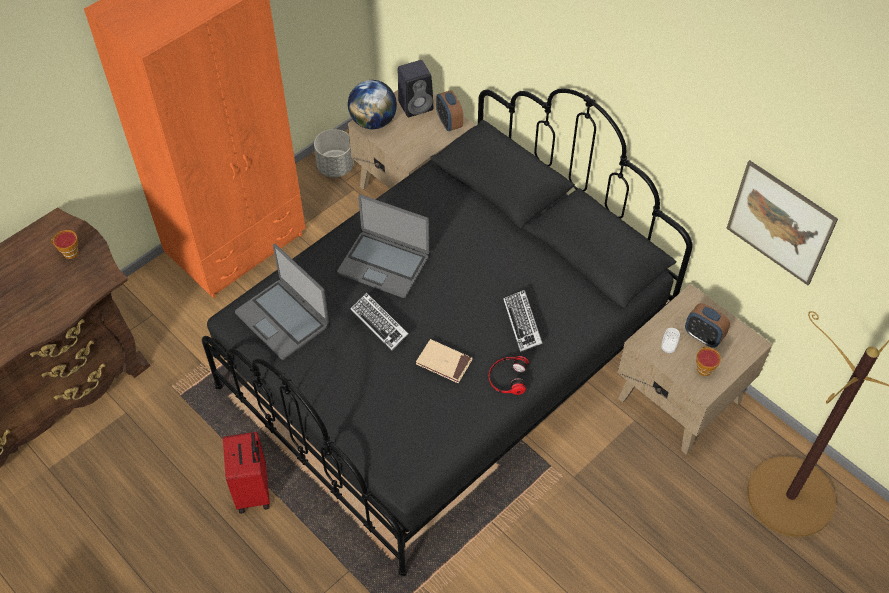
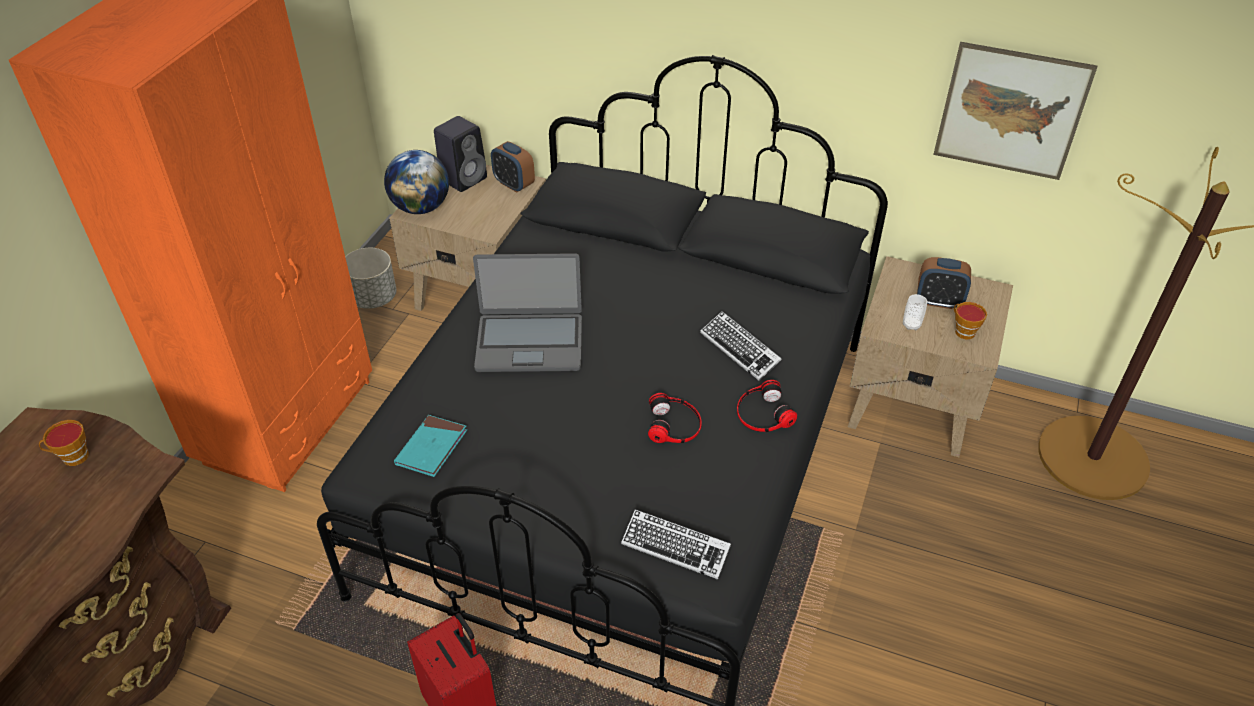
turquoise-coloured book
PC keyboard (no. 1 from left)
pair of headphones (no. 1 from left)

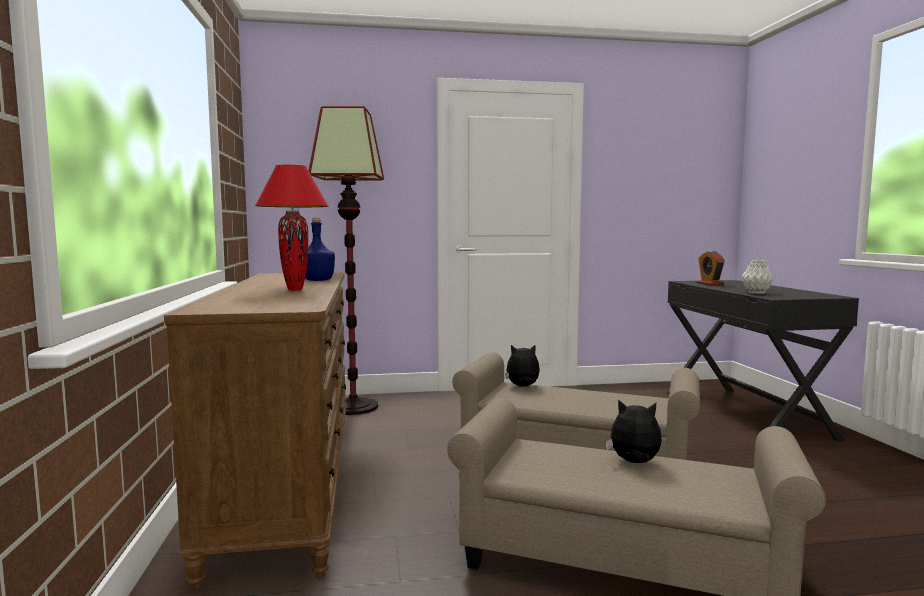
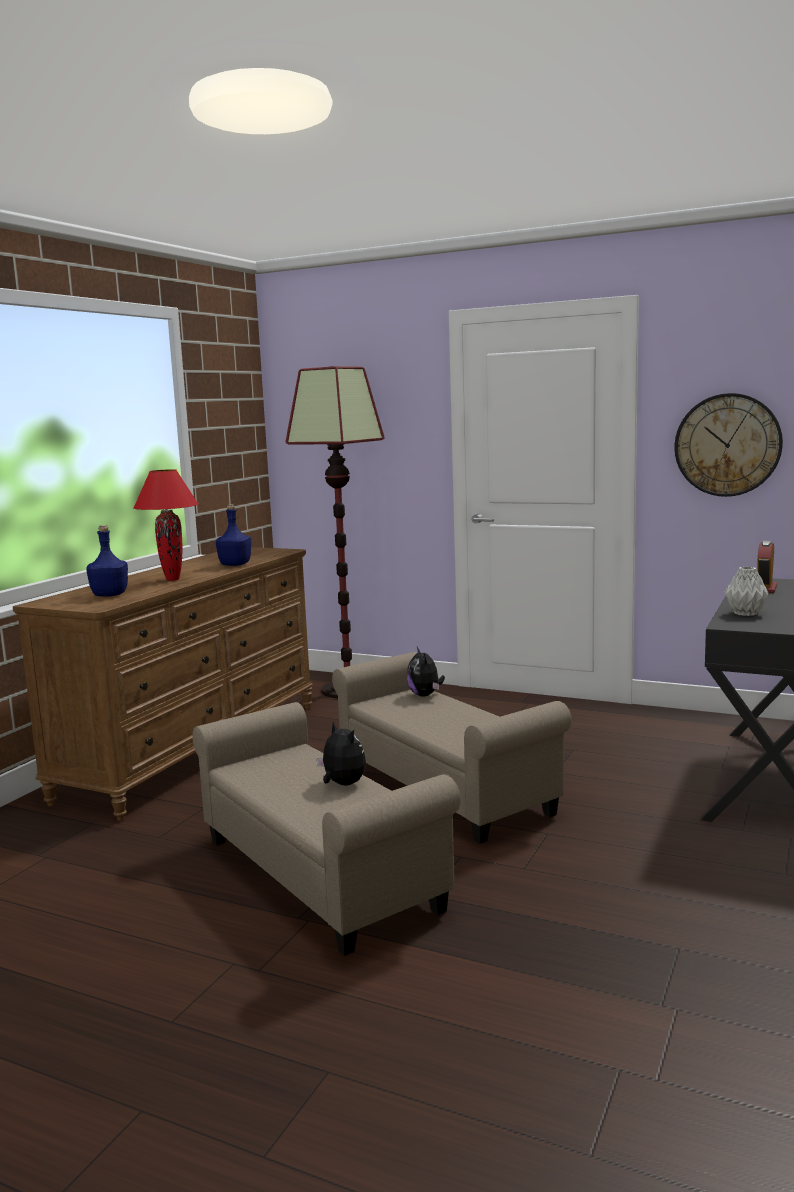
soft toy (no. 2 from left)
blue-coloured bottle (no. 1 from left)
wall clock

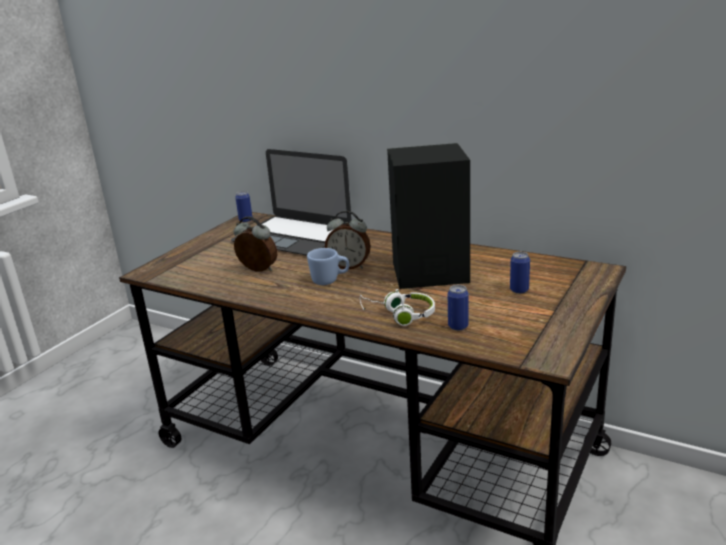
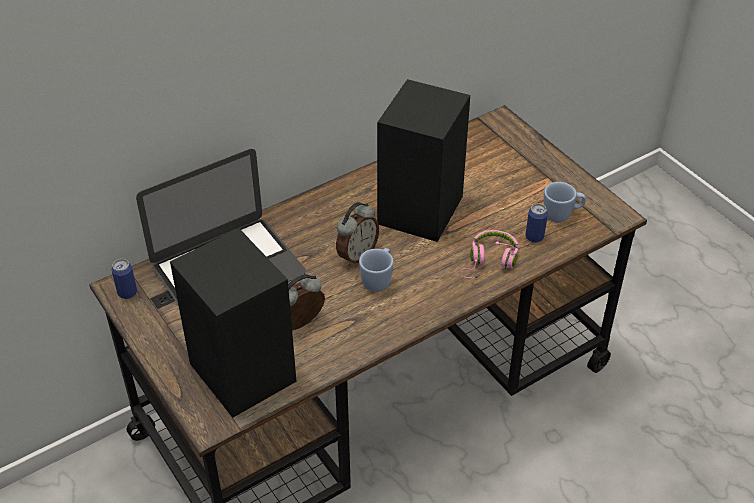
pink pair of headphones
sealed can (no. 3 from left in the first image)
black audio speaker (no. 1 from left)
blue-coloured coffee mug (no. 2 from left)

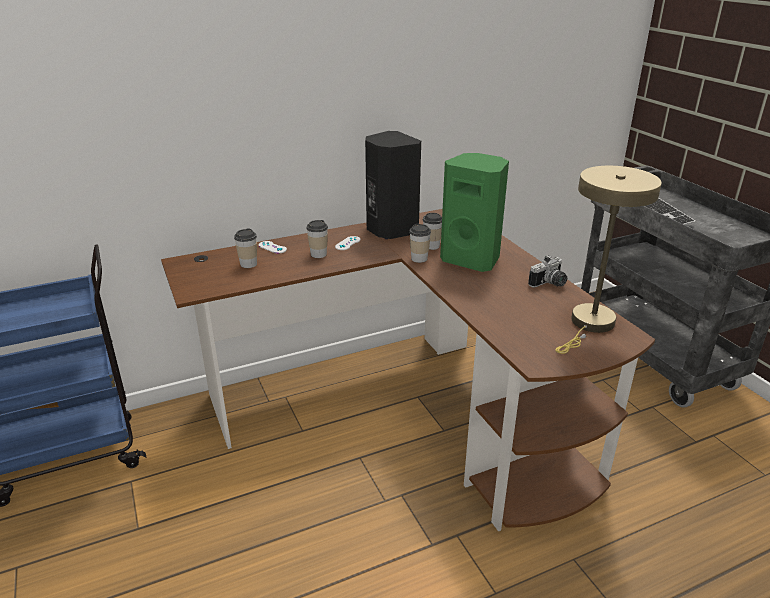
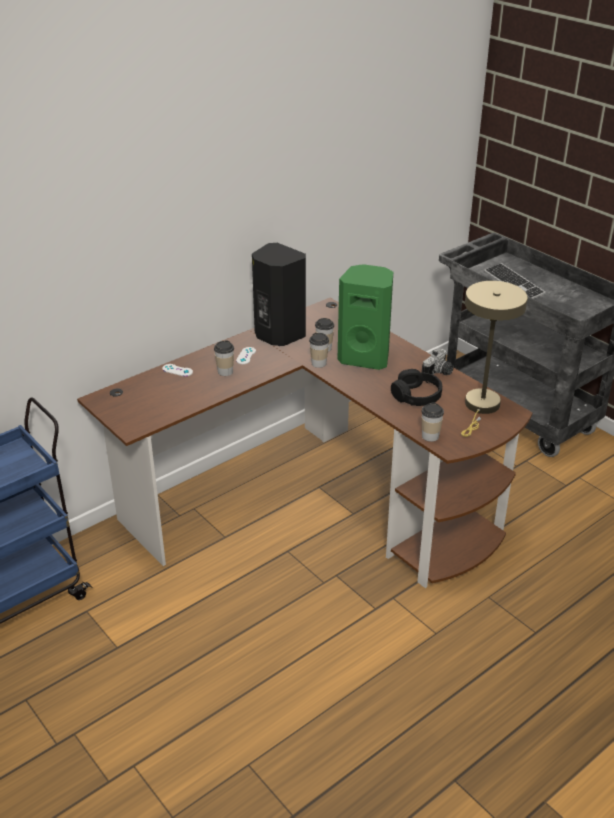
cup (no. 4 from left)
black pair of headphones

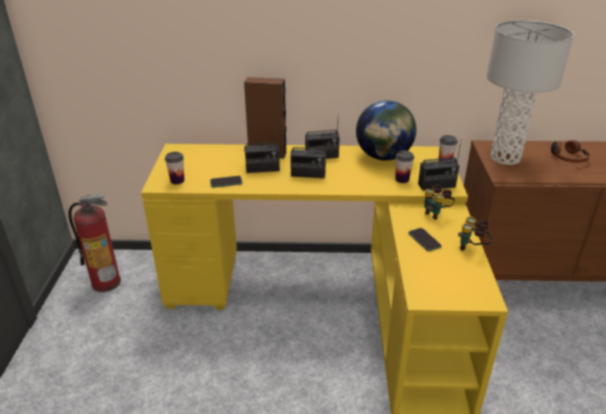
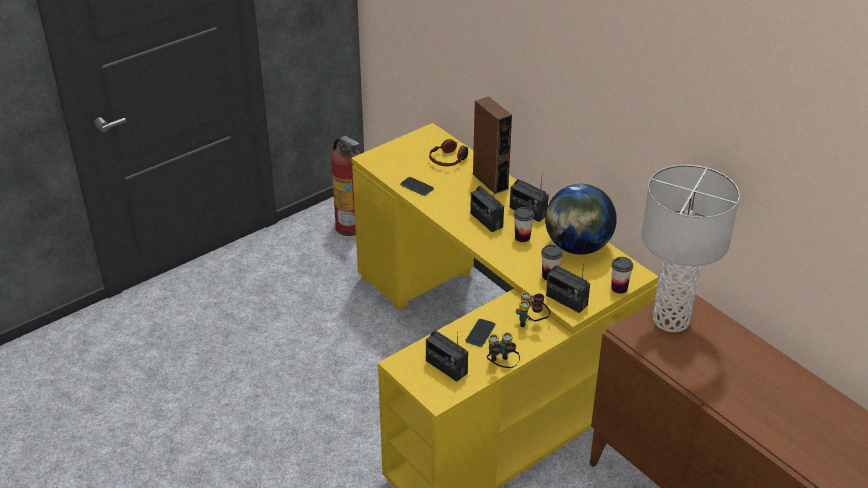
cup (no. 1 from left)
radio set (no. 1 from left)
pair of headphones

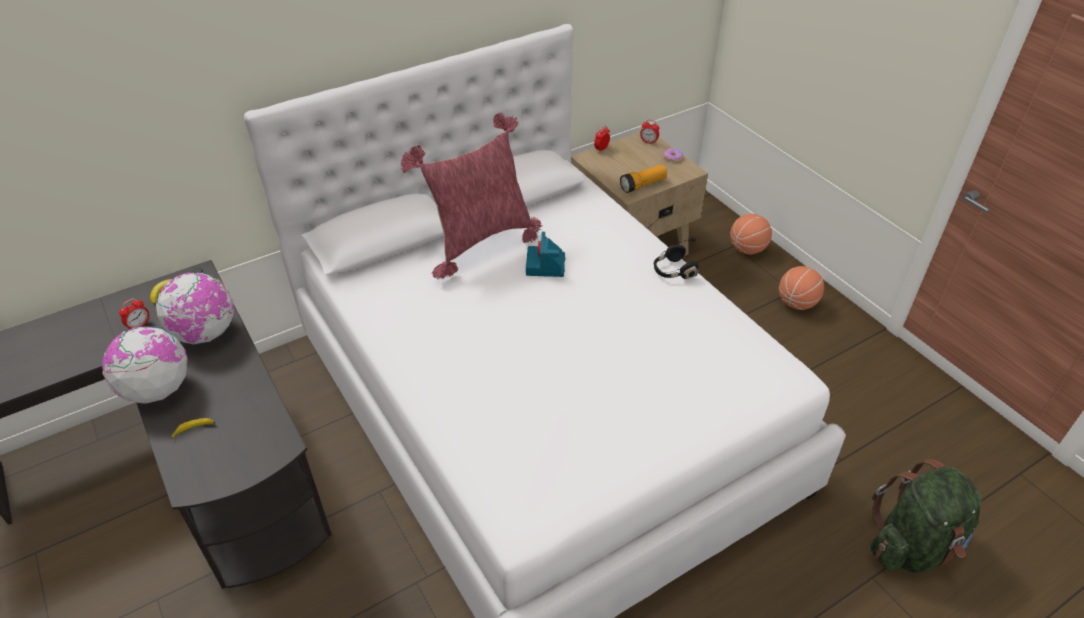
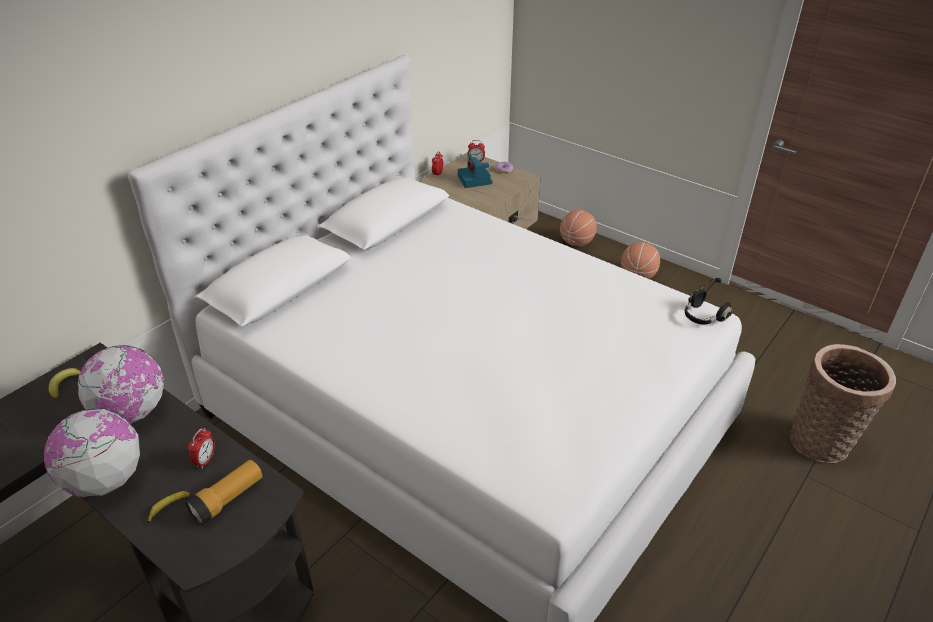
bedside clock (no. 1 from left)
red-coloured throw pillow
photo camera
flashlight
black pair of headphones
household basket

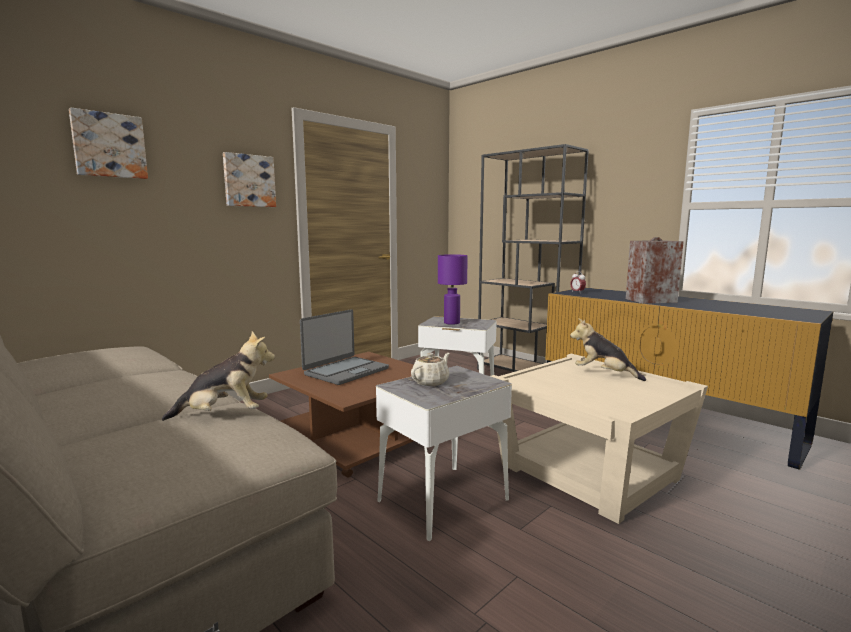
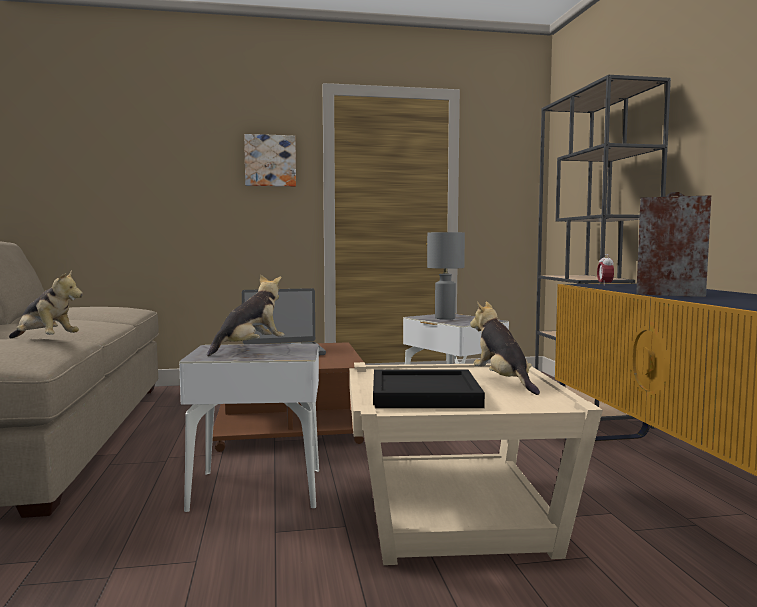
picture (no. 1 from left in the first image)
soft toy (no. 2 from left)
greyish lamp for a table
black tray

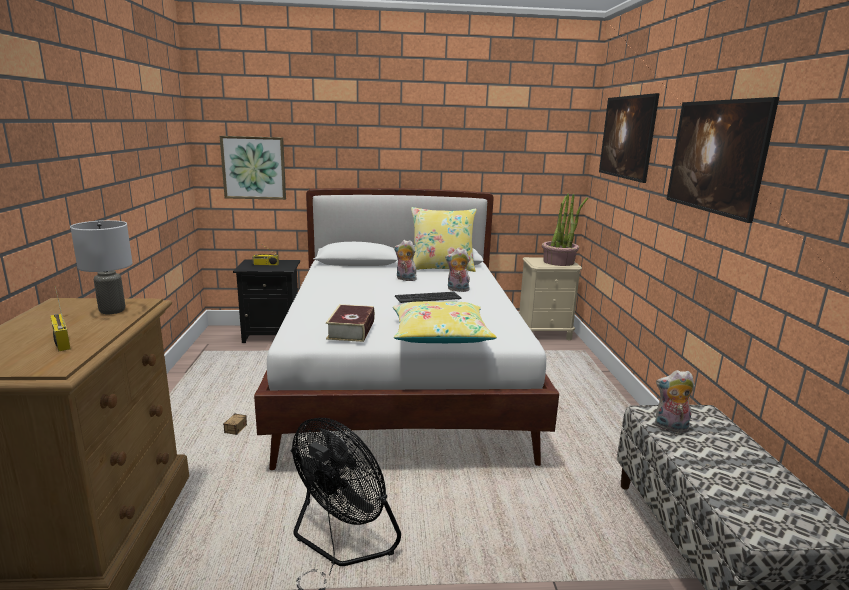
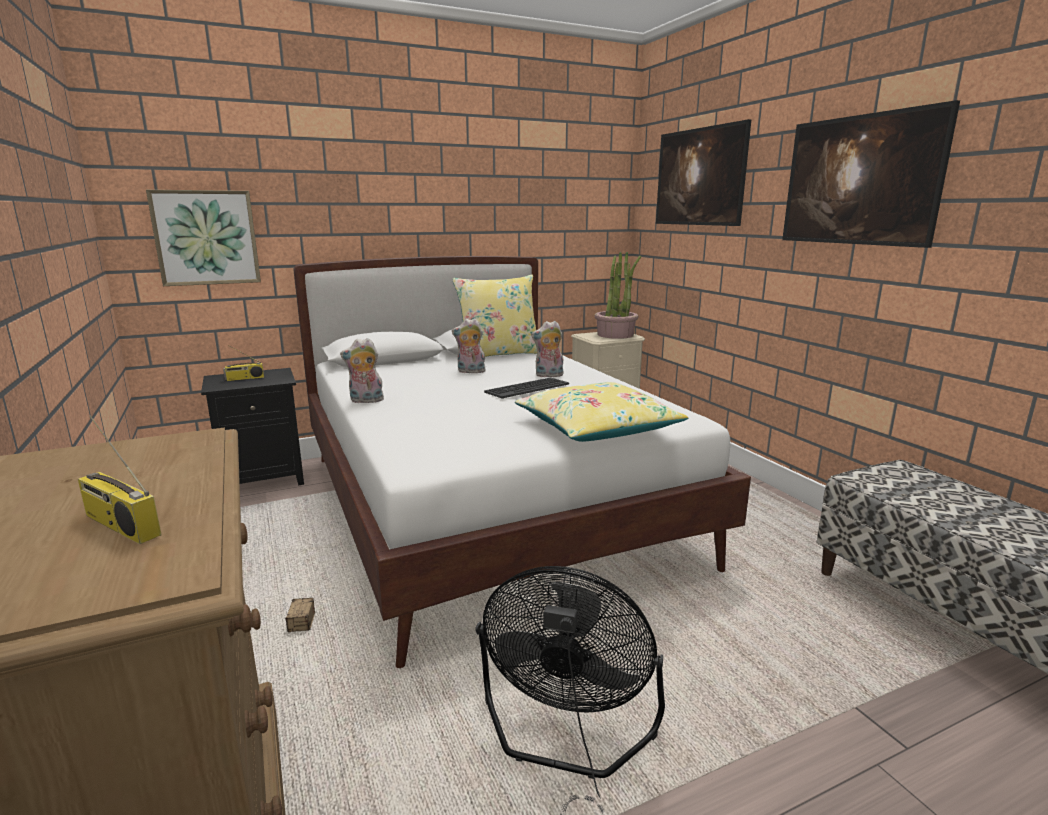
white-coloured lamp for a table
book
soft toy (no. 1 from left)

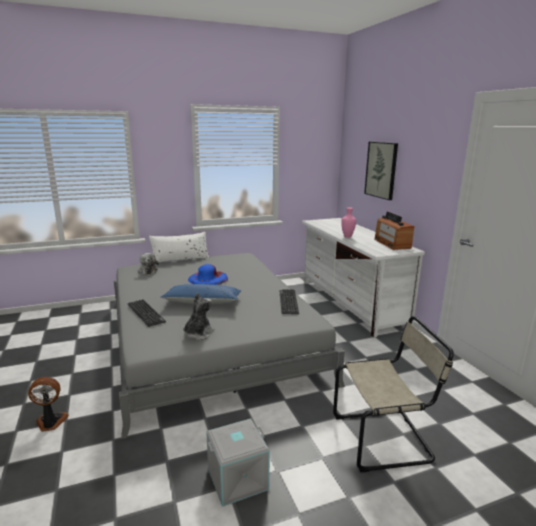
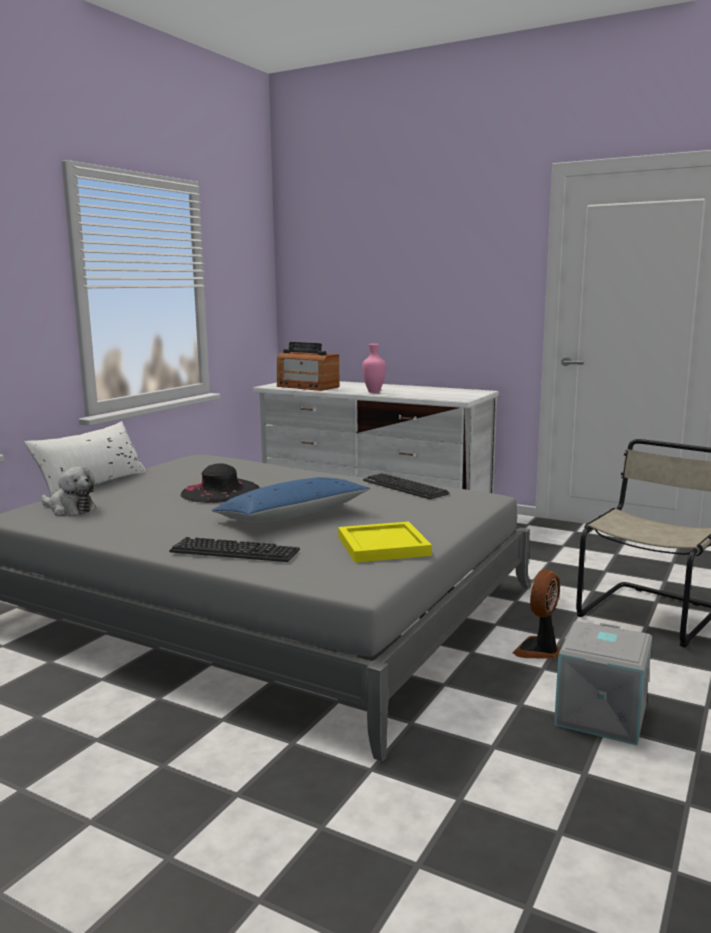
cooling fan
yellow-coloured tray
black clothing hat
picture
radio set

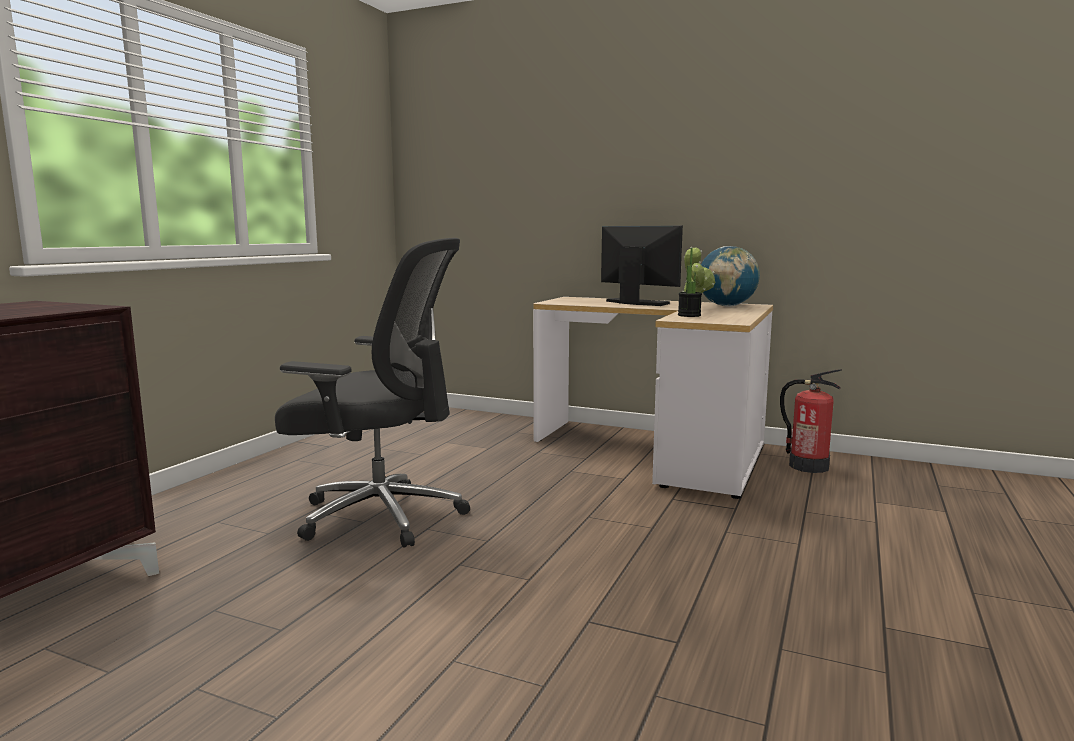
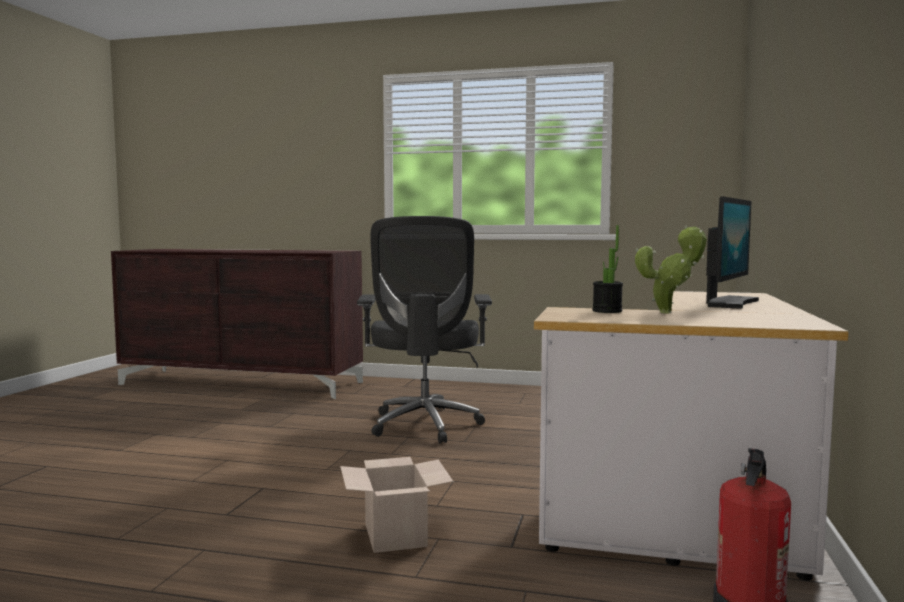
globe
cardboard box

